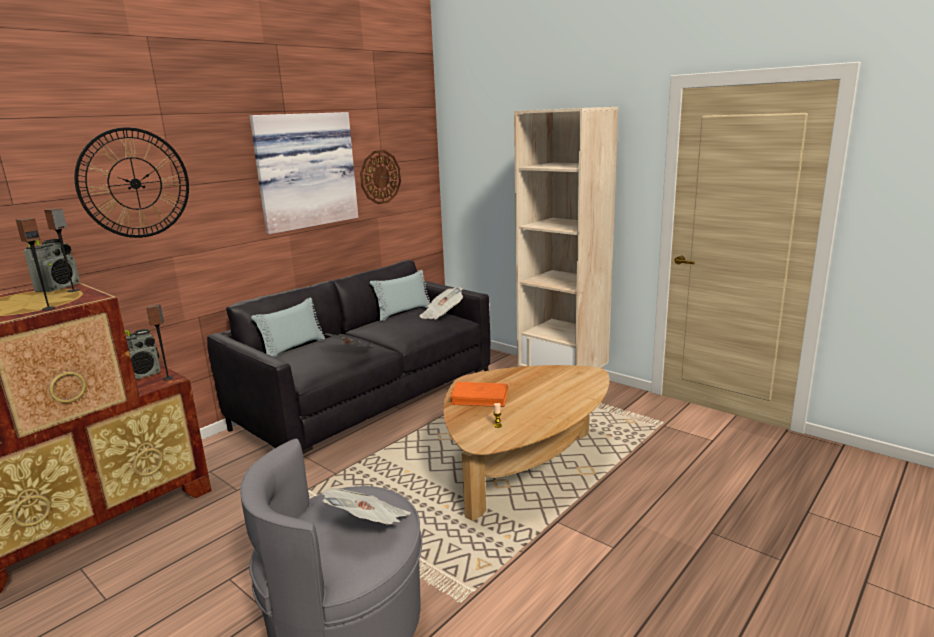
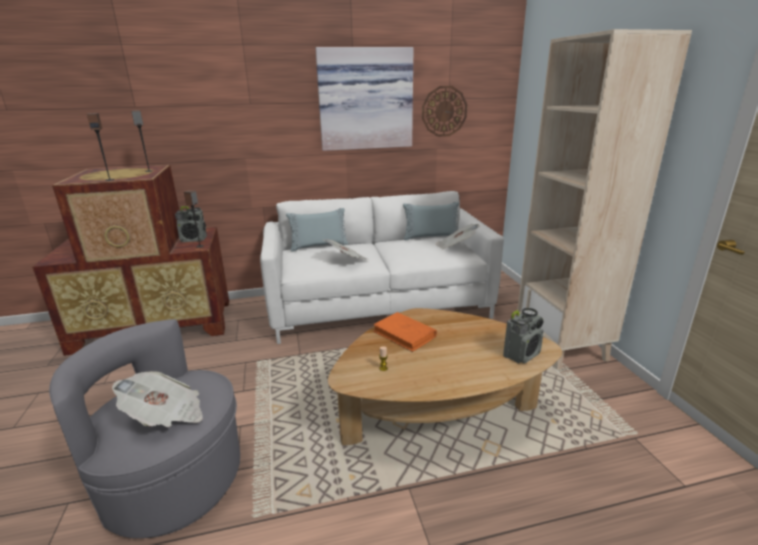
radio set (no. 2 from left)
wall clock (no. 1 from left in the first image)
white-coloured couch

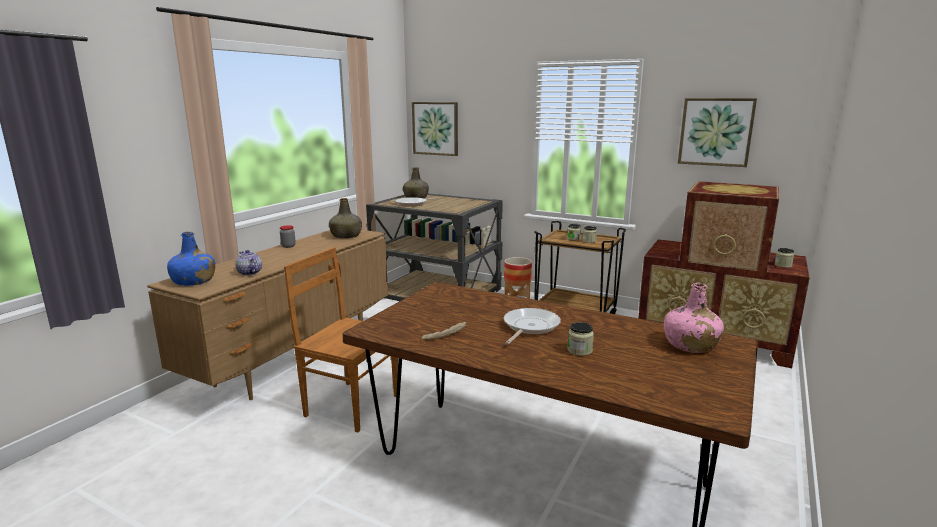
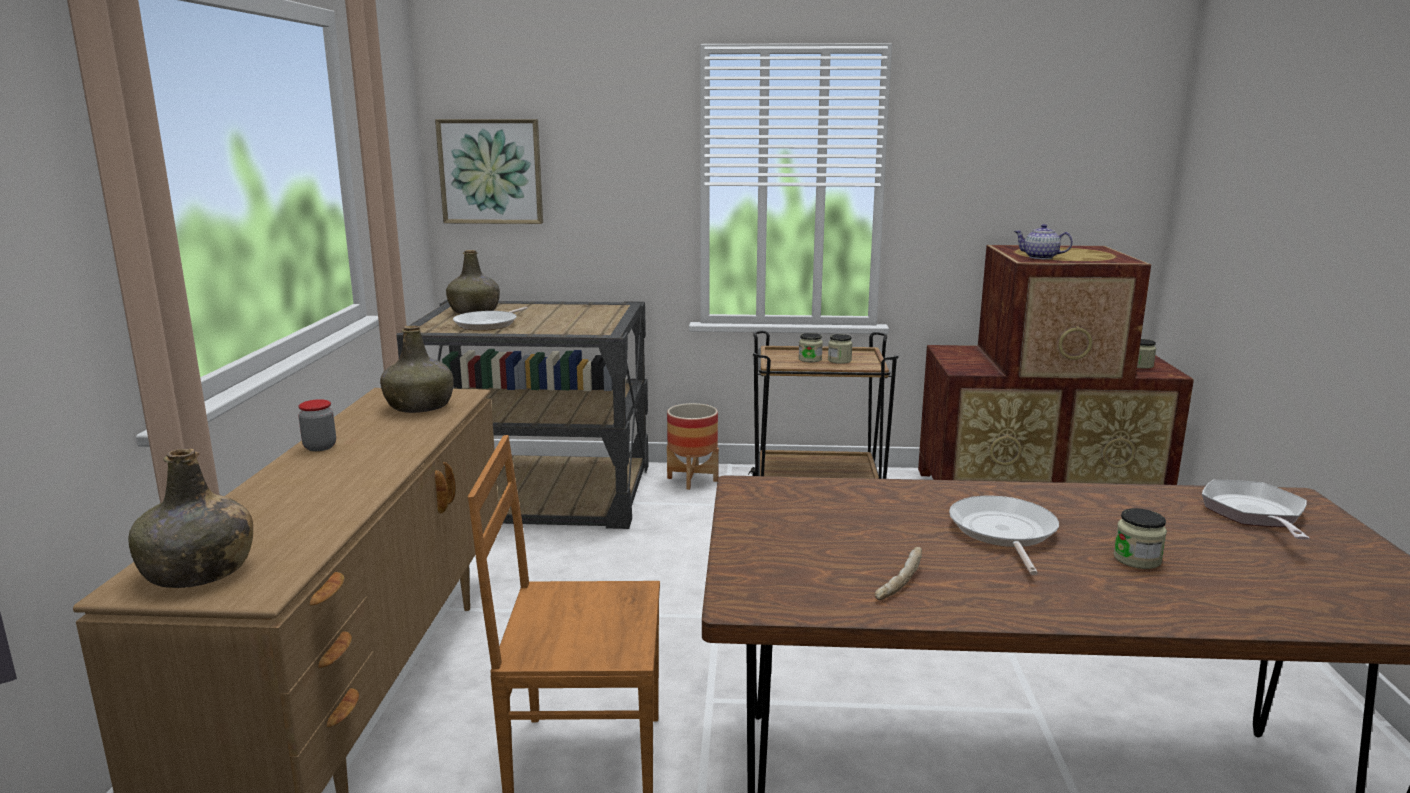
green-coloured bottle (no. 1 from left)
teapot
pan (no. 3 from left)
picture (no. 2 from left in the first image)

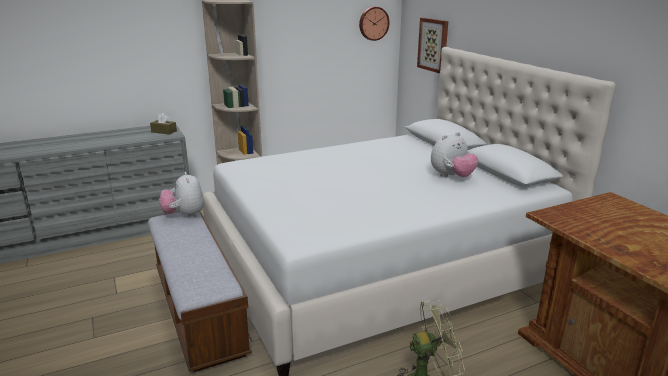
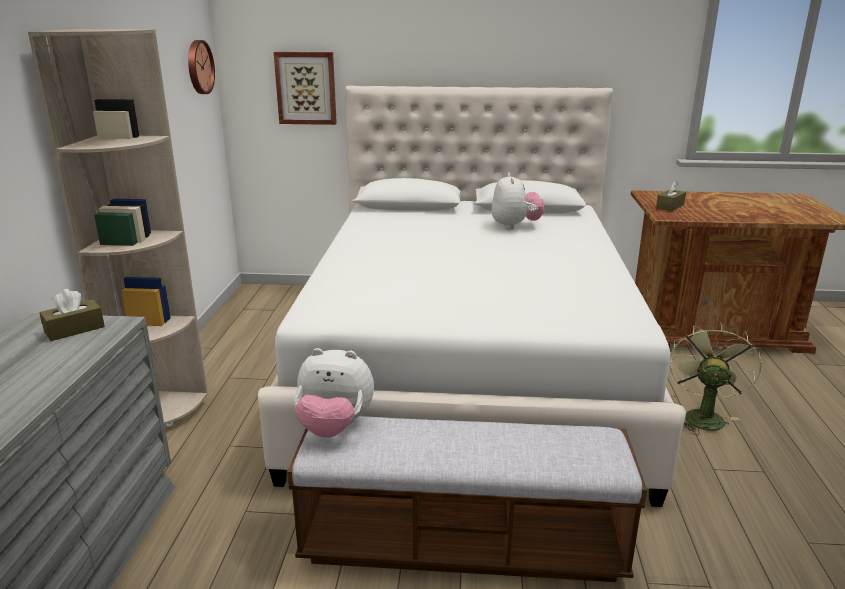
brown-coloured box of tissues (no. 2 from left)

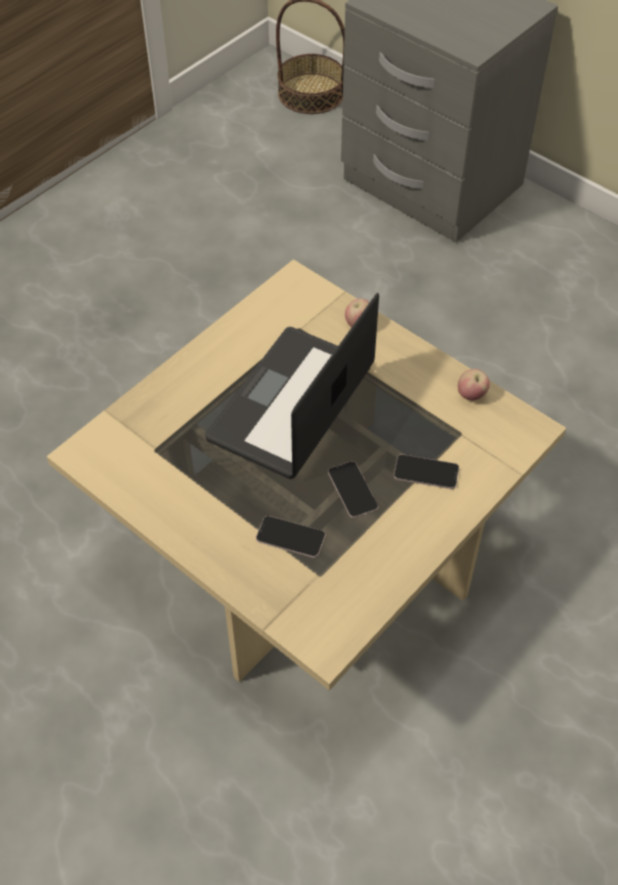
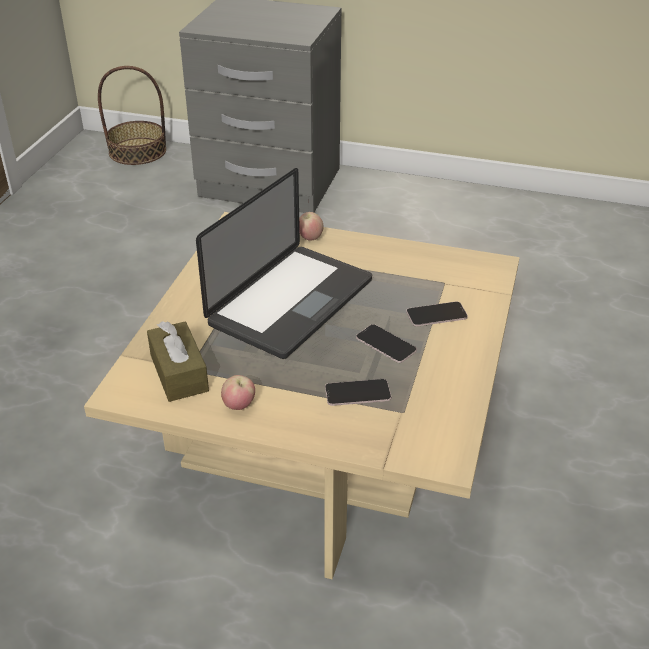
portable computer
apple fruit (no. 1 from left)
brown-coloured box of tissues

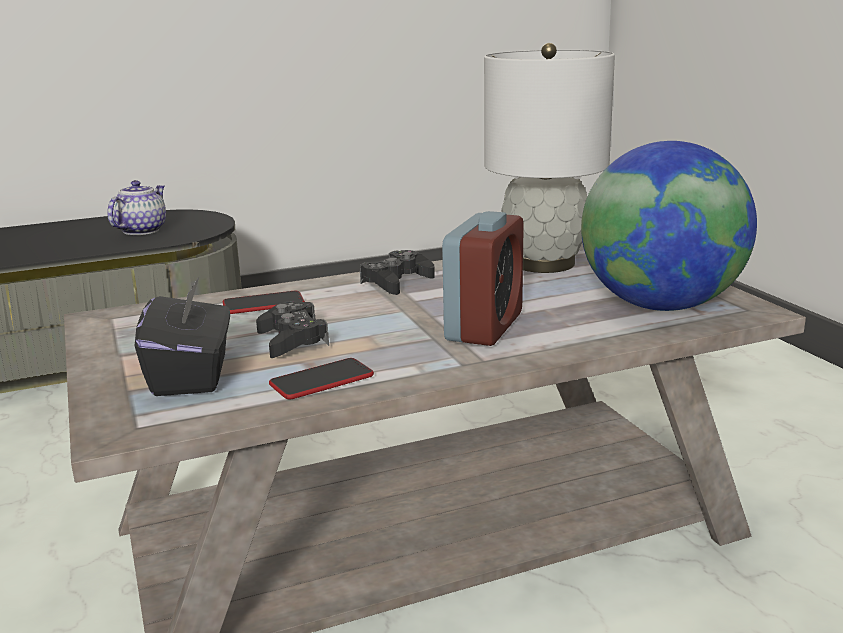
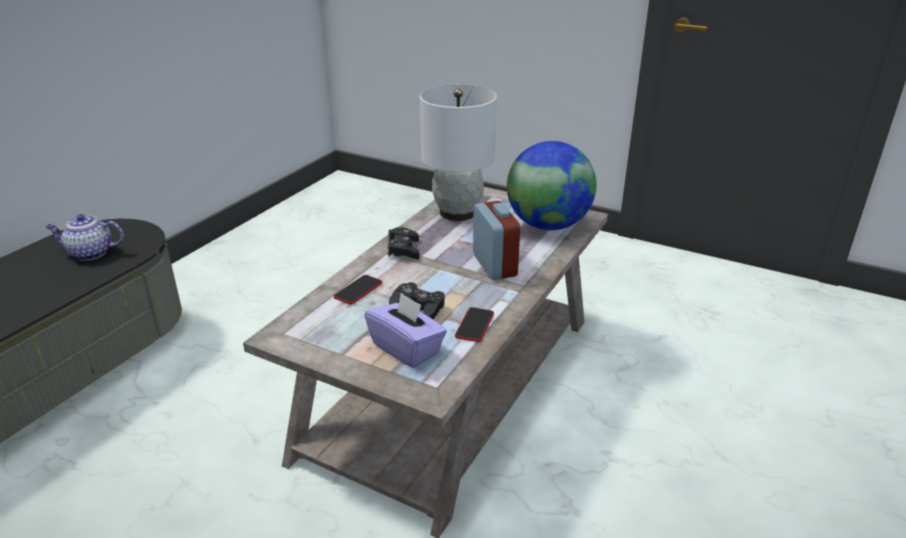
teapot
purple box of tissues

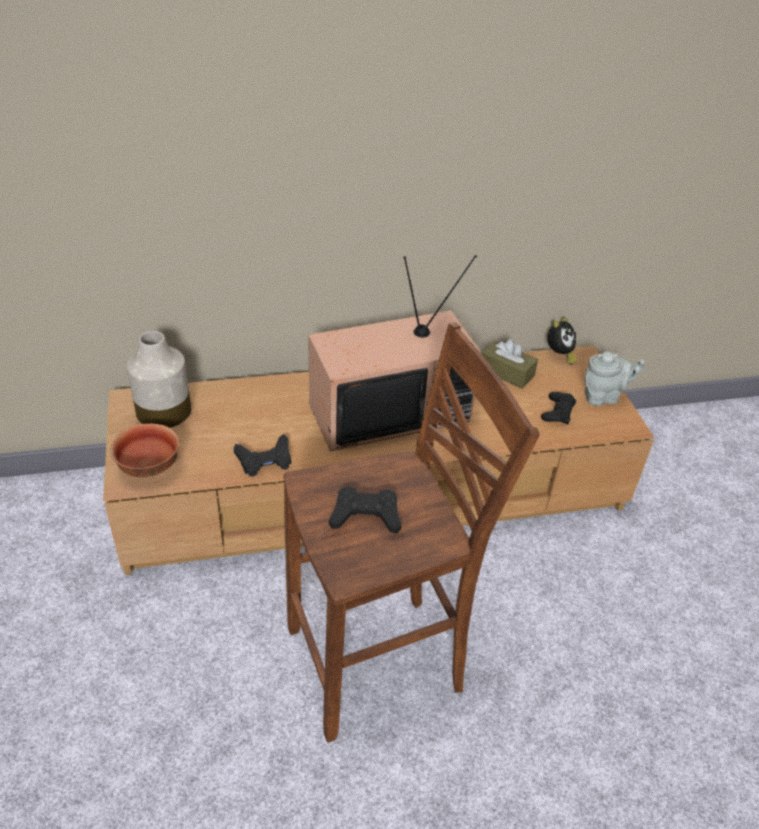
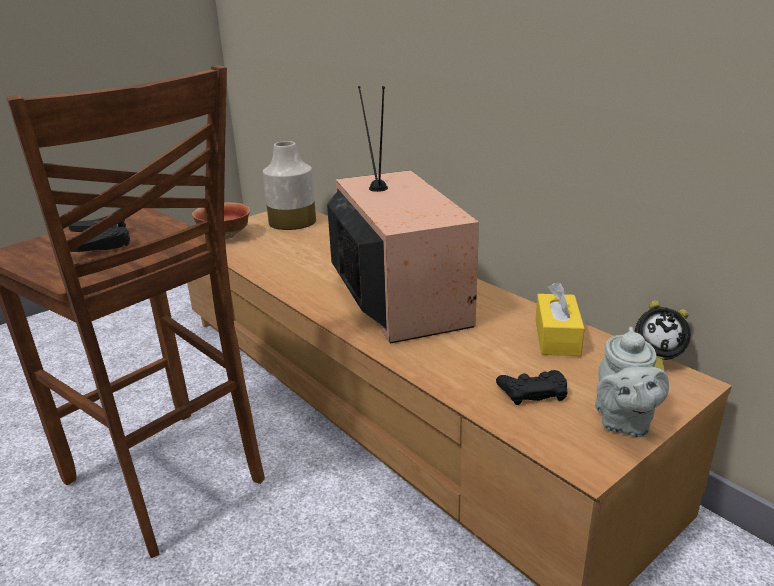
black gamepad (no. 1 from left in the first image)
TV
yellow-coloured box of tissues
greyish teapot

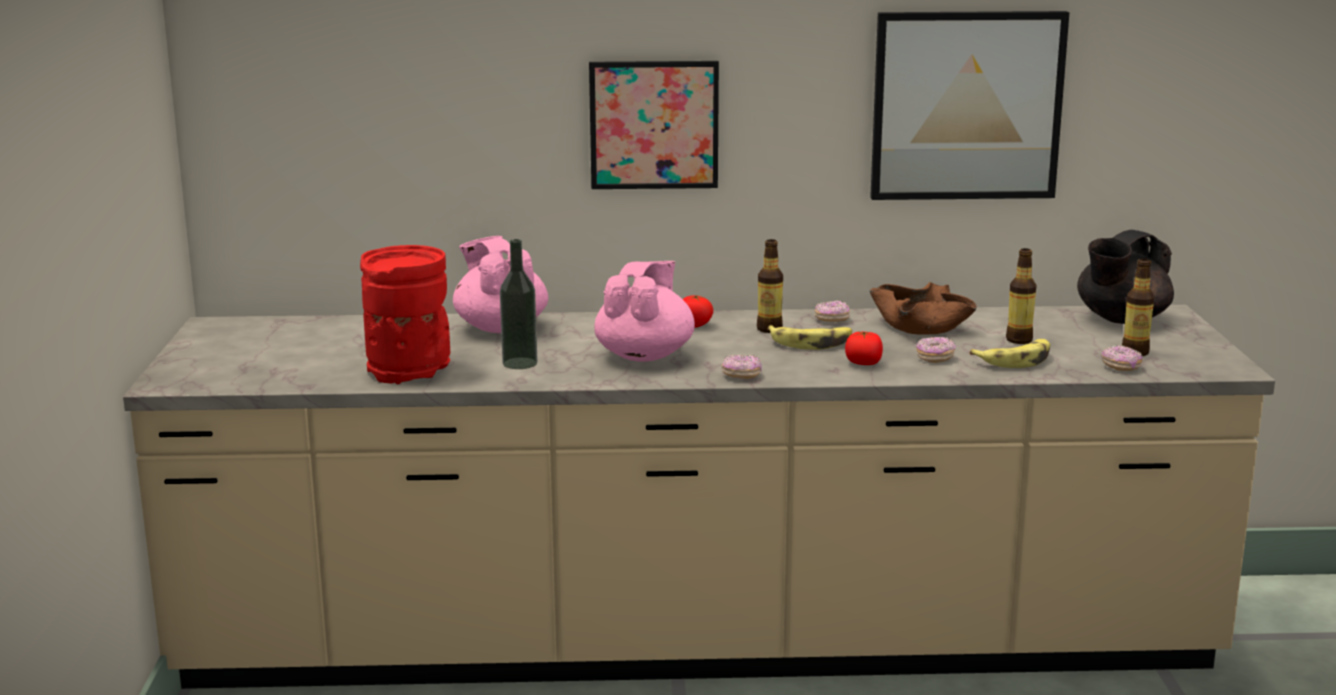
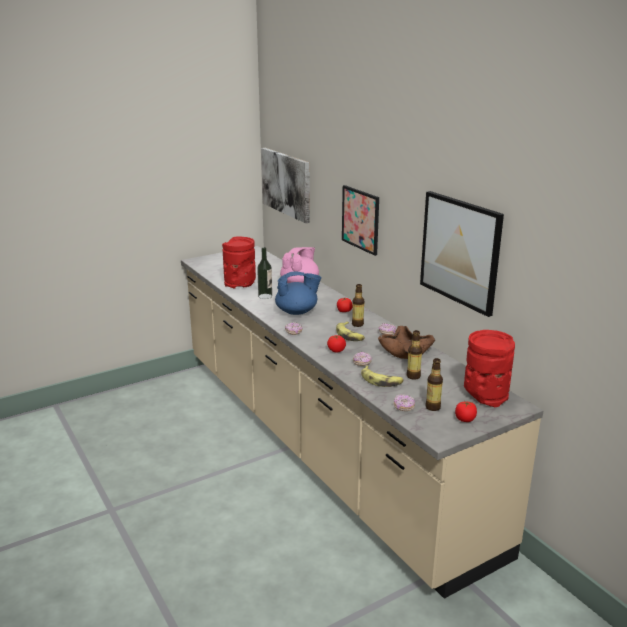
blue-coloured teapot
red-coloured flower vase (no. 2 from left)
picture (no. 1 from left)
whole tomato (no. 3 from left)

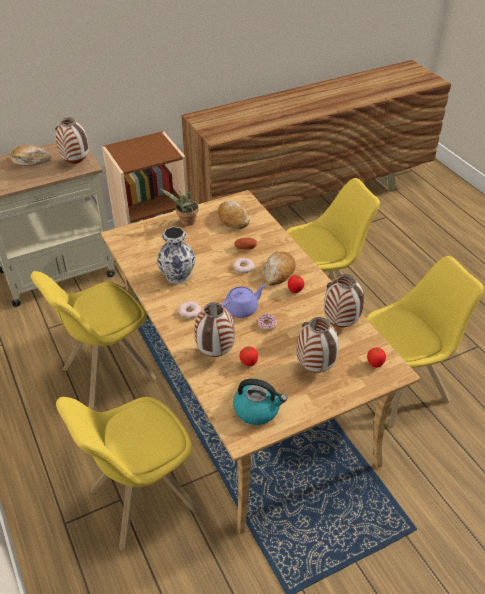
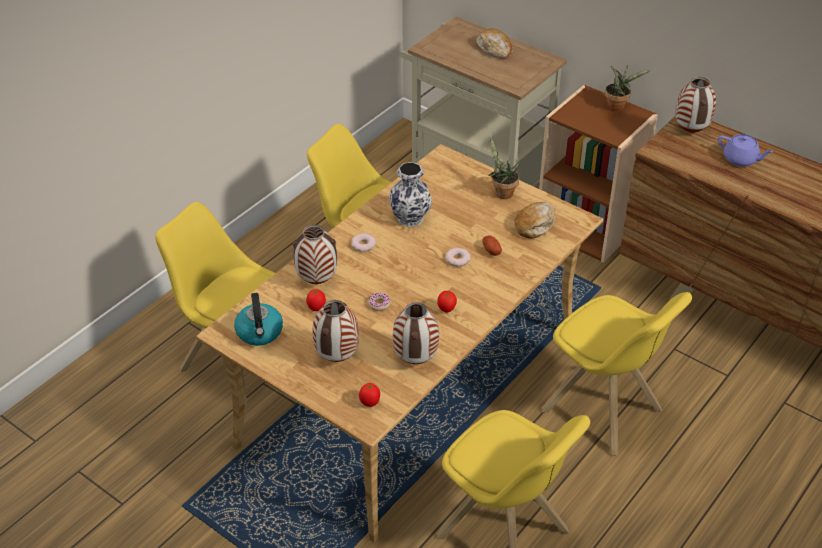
flower vase (no. 5 from left)
purple teapot
bakery bread (no. 3 from left in the first image)
plant in a pot (no. 2 from left)

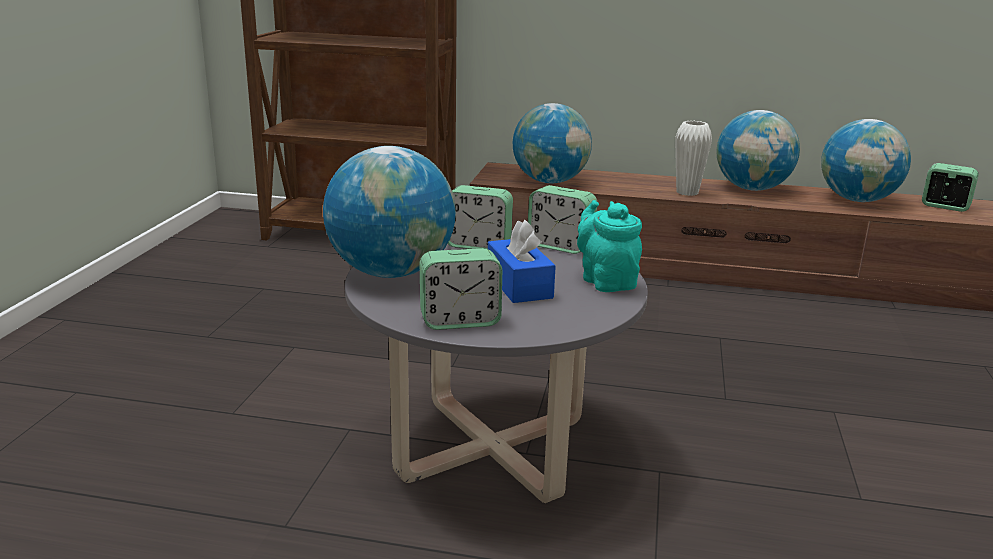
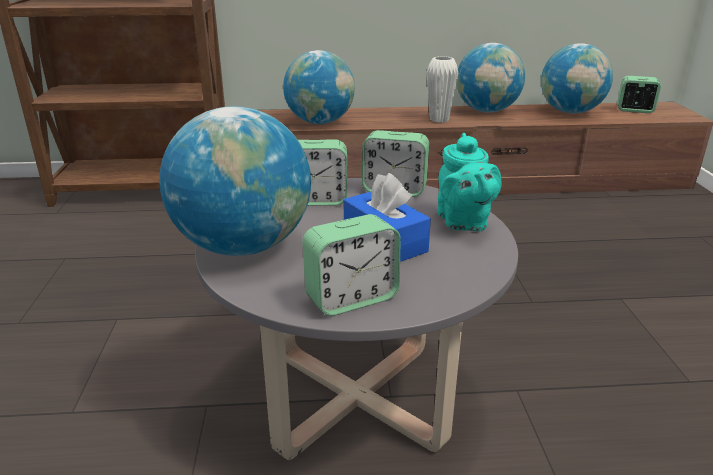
turquoise-coloured teapot

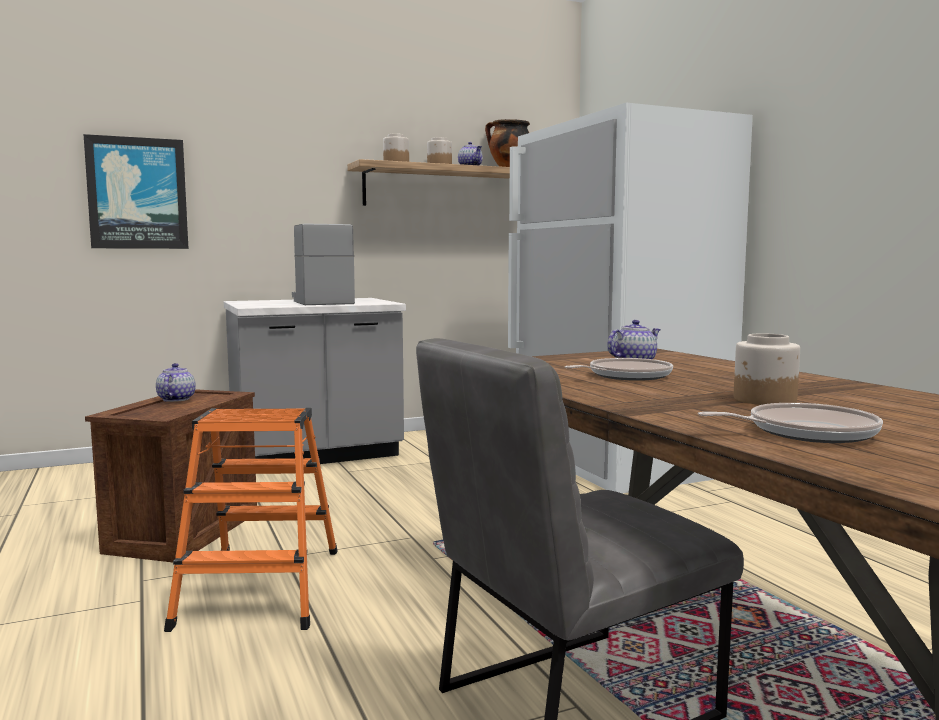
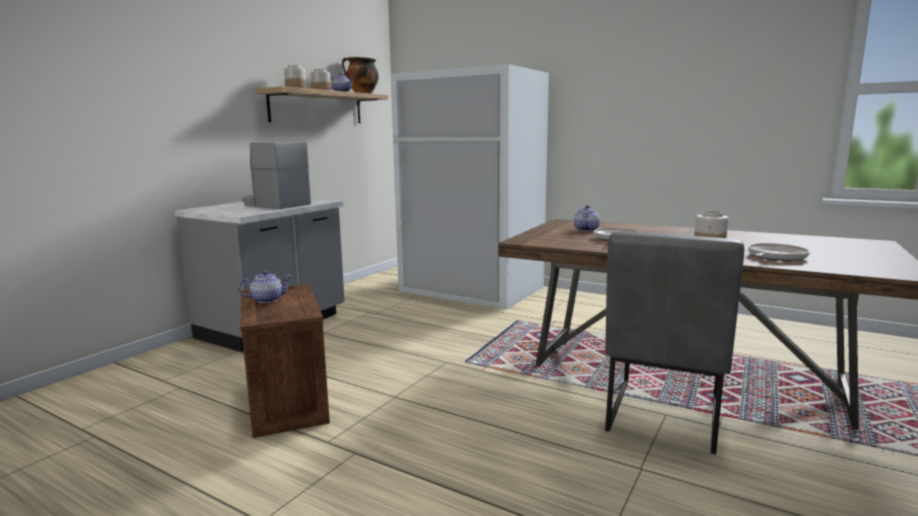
picture
teapot (no. 1 from left)
orange stepladder

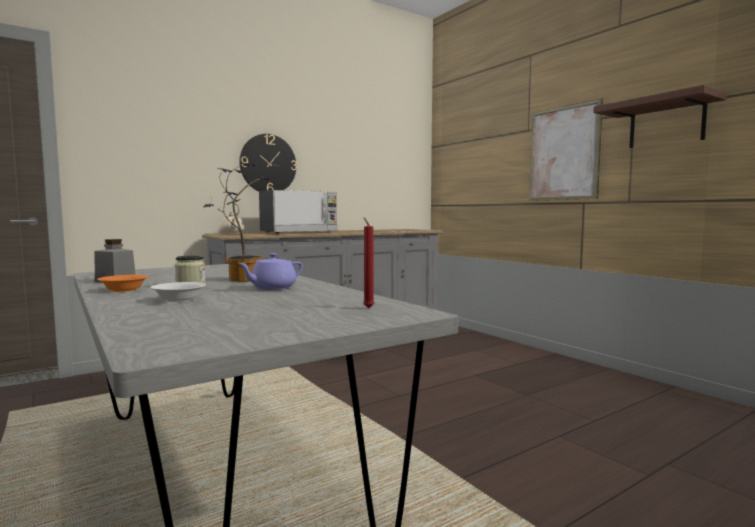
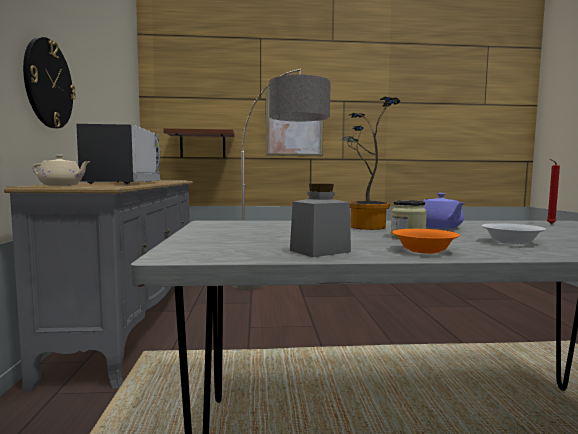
brown-coloured shelf
standing lamp

